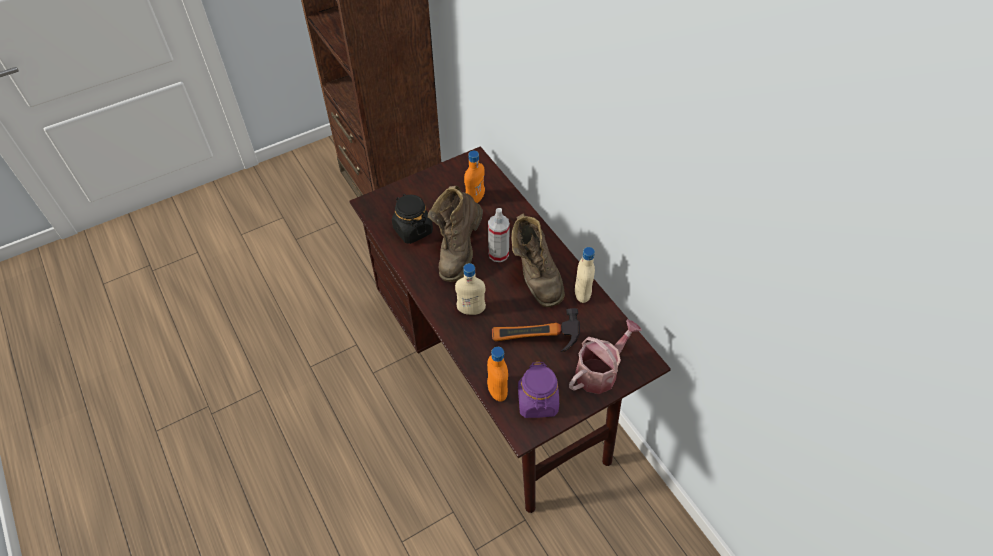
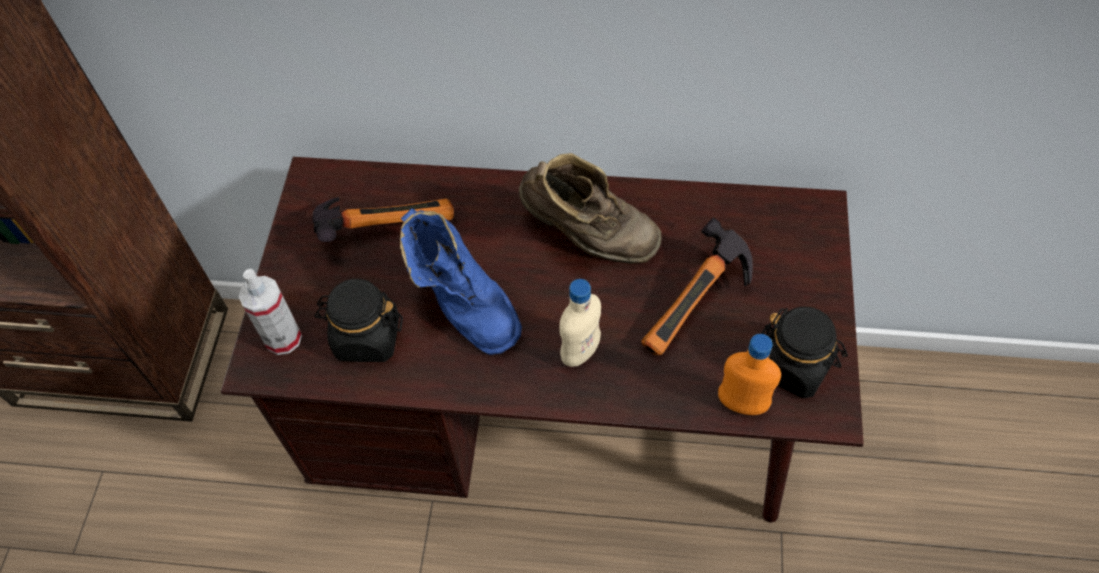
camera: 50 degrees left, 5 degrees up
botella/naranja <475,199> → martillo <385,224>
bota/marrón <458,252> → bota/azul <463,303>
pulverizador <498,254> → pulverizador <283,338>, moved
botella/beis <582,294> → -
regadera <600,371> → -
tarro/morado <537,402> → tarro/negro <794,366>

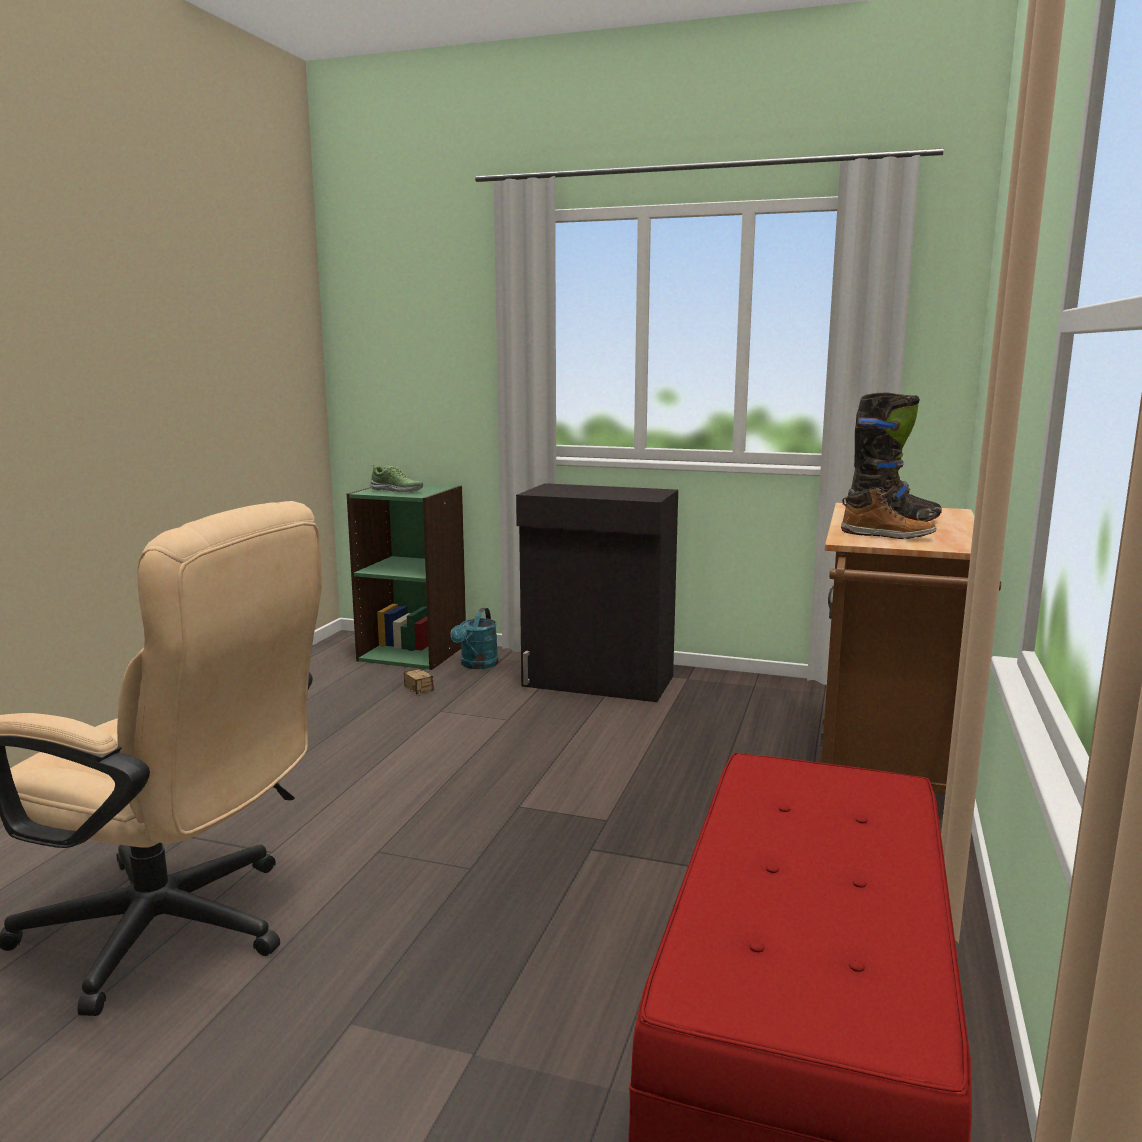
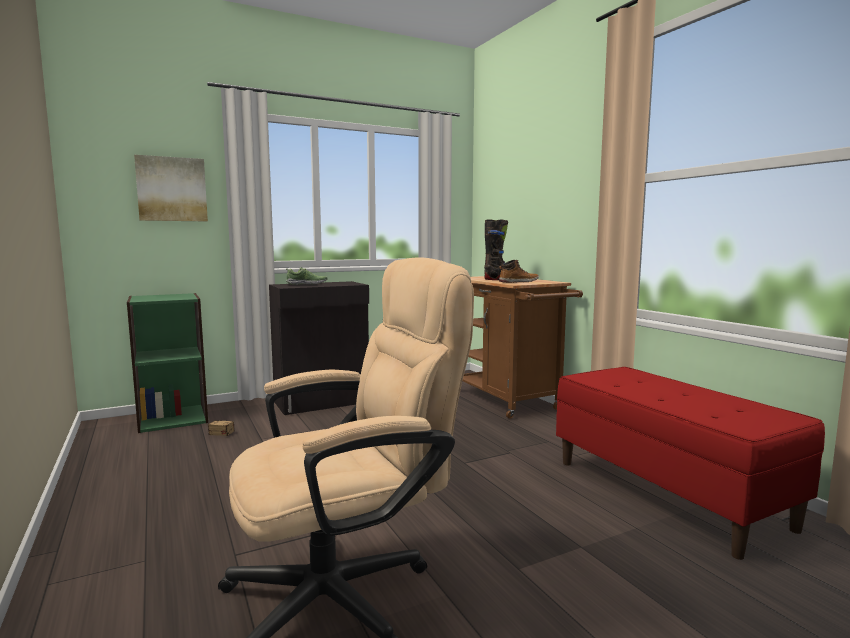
camera: 45 degrees left, 5 degrees down
zapato <397,491> → zapato <307,284>, moved
regadera/turquesa <477,665> → -
- → cuadro <172,189>

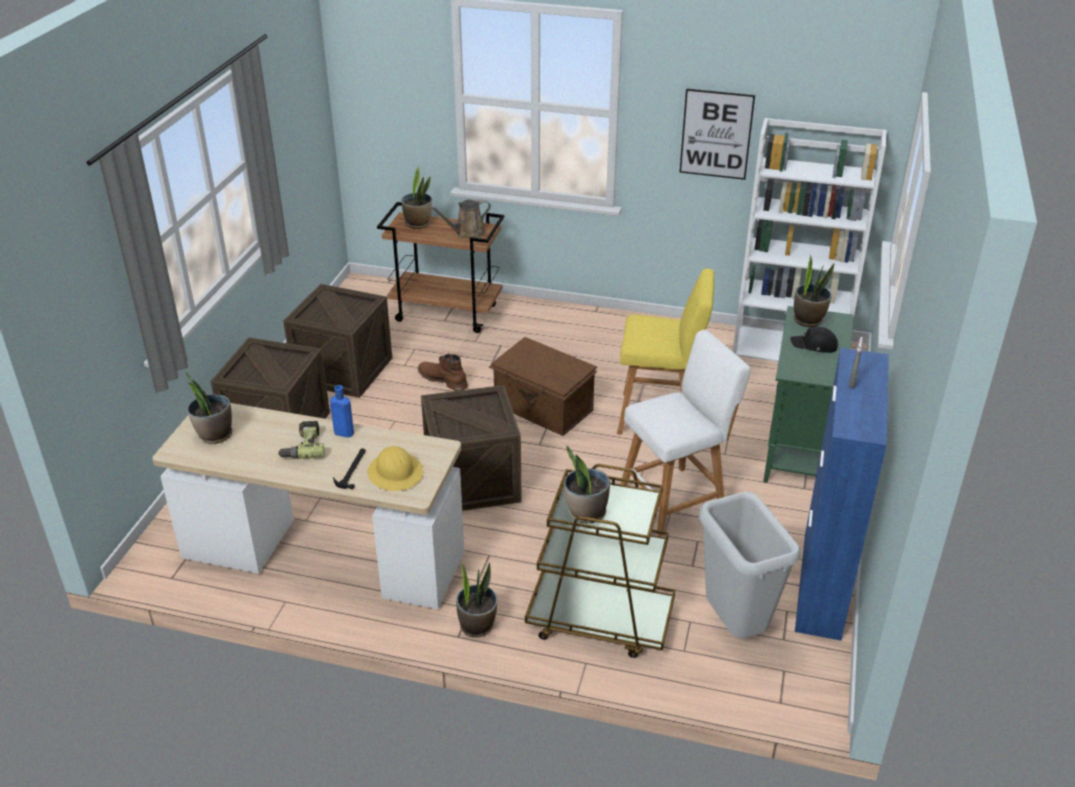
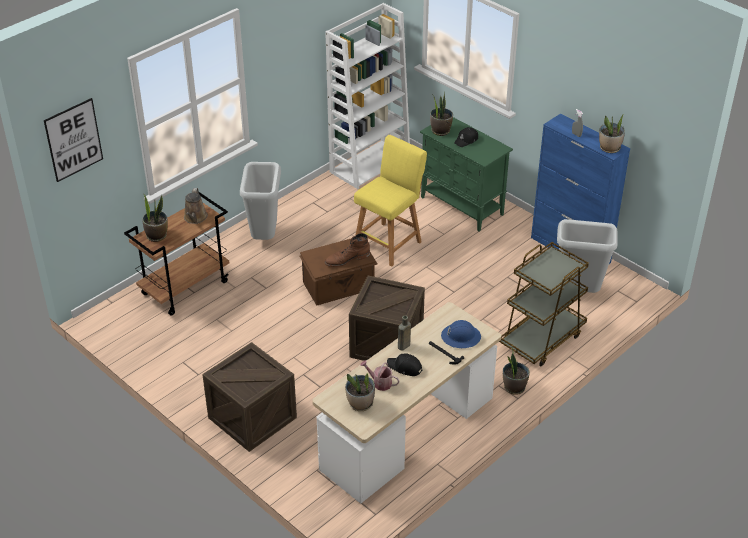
camera: 60 degrees left, 5 degrees up
cuadro <716,134> → cuadro <73,140>, moved
caja de embalaje <343,370> → -
taburete/blanco <676,499> → -
bota/marrón <442,379> → bota/marrón <347,259>, moved
botella/azul <342,432> → botella/marrón <403,346>
taladro <302,447> → gorra/negro <404,367>
casco/amarillo <395,473> → casco/azul <460,336>
planta en maceta <586,512> → planta en maceta <609,148>, moved
- → papelera/gris <264,237>
- → regadera <380,383>

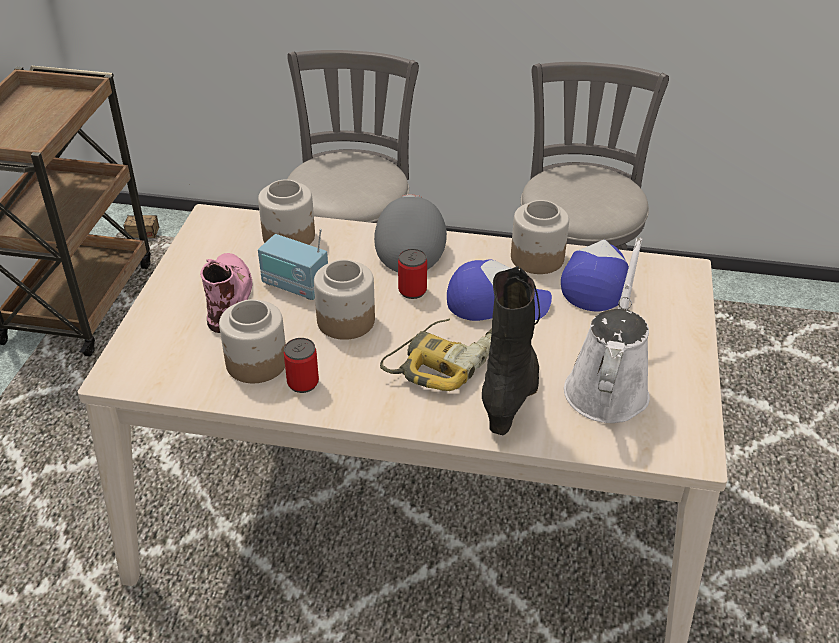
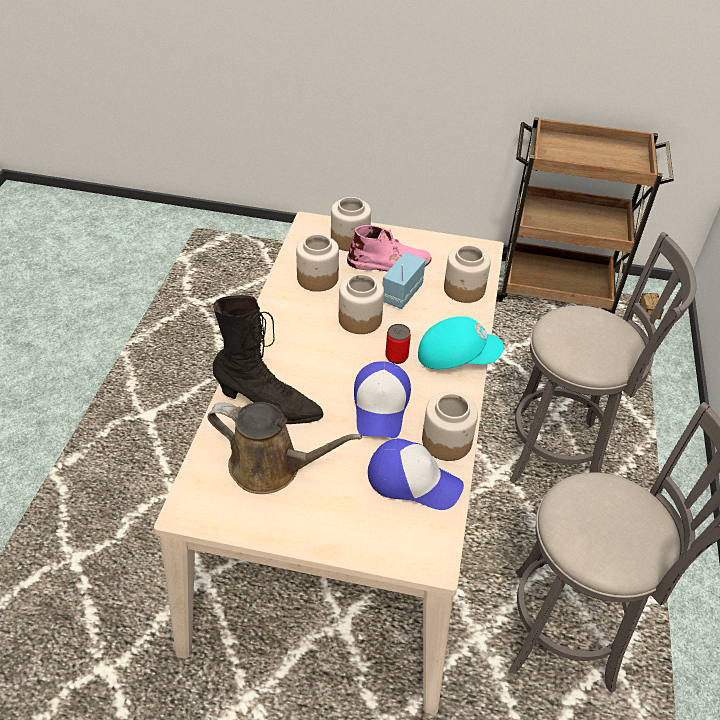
camera: 90 degrees right, 5 degrees up
gorra/gris <409,247> → gorra/turquesa <456,357>
regadera/blanco <607,386> → regadera/marrón <272,467>
taladro <445,360> → -
lata <303,383> → -
- → tarro <349,239>

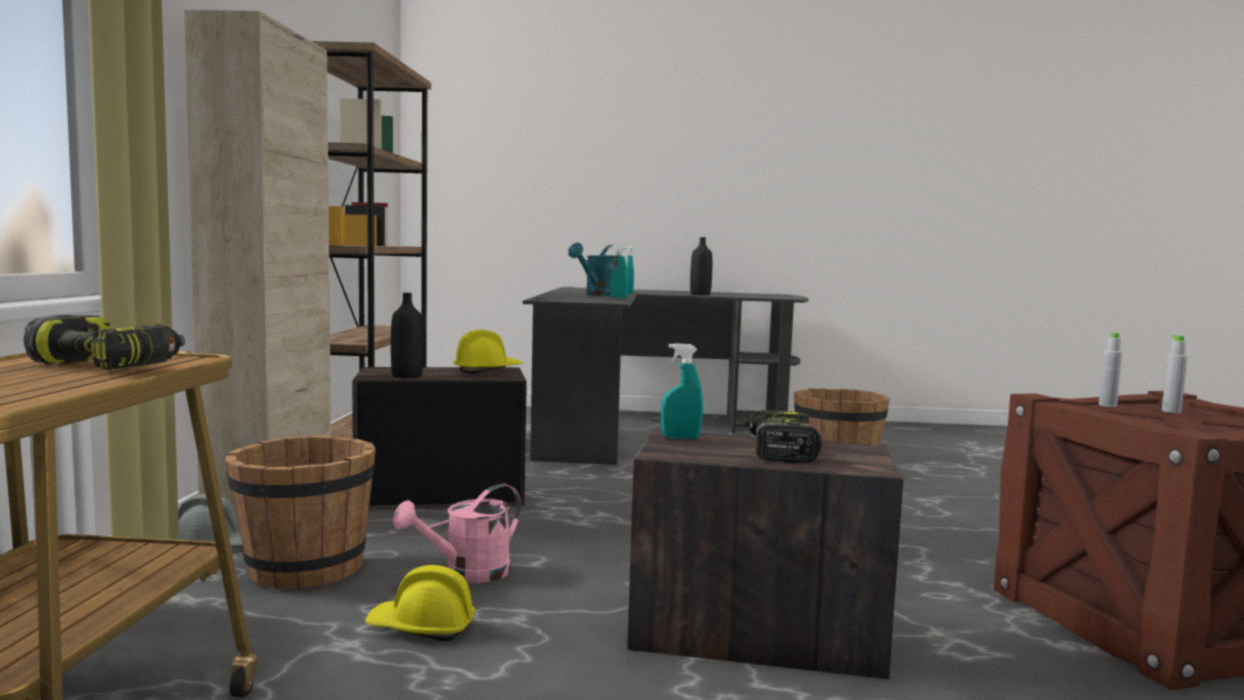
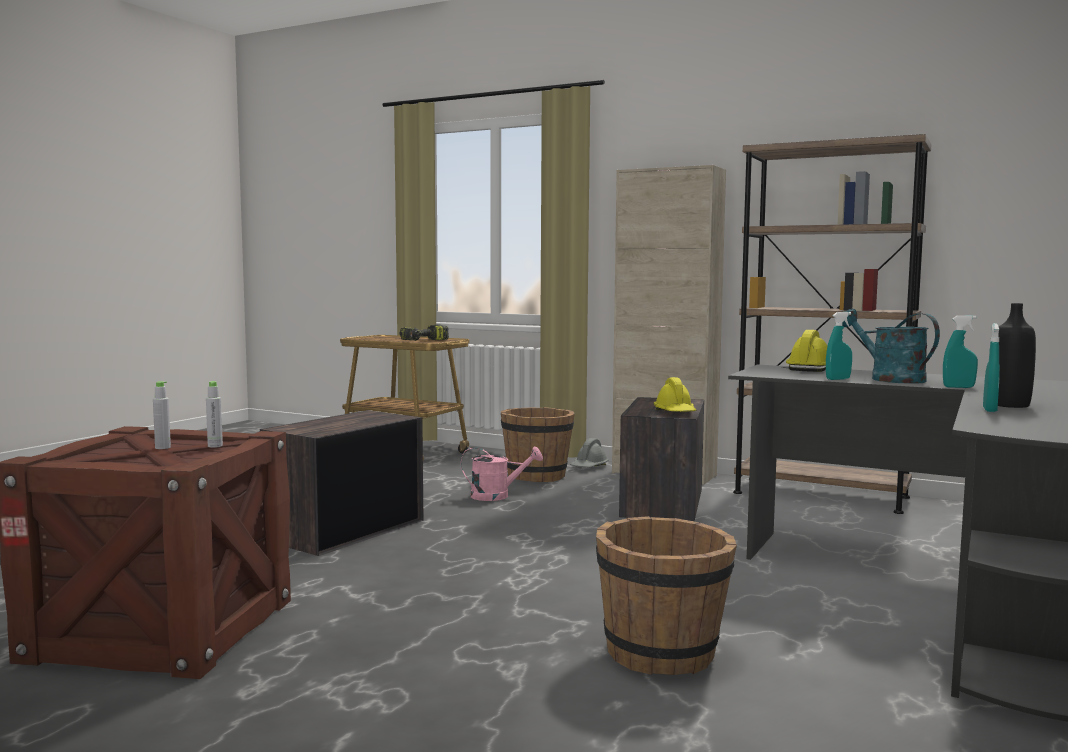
camera: 115 degrees right, 0 degrees up
botella/negro <407,376> → -
pulverizador/turquesa <680,438> → pulverizador/turquesa <989,410>, moved
taladro <778,450> → -
regadera/rosa <467,574> → regadera/rosa <497,496>, 105 degrees clockwise
casco/amarillo <421,628> → casco/amarillo <810,369>, moved

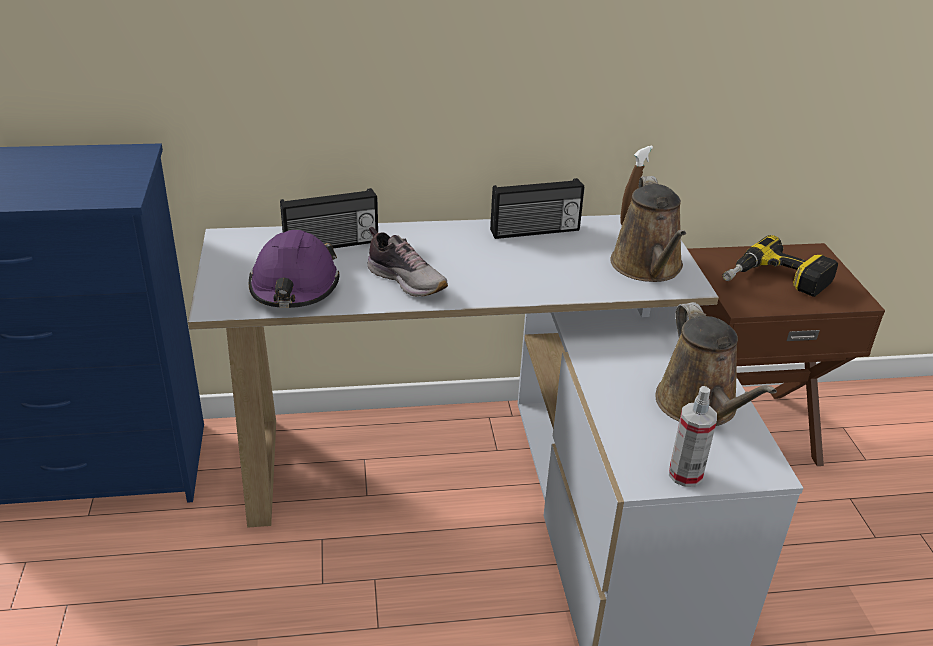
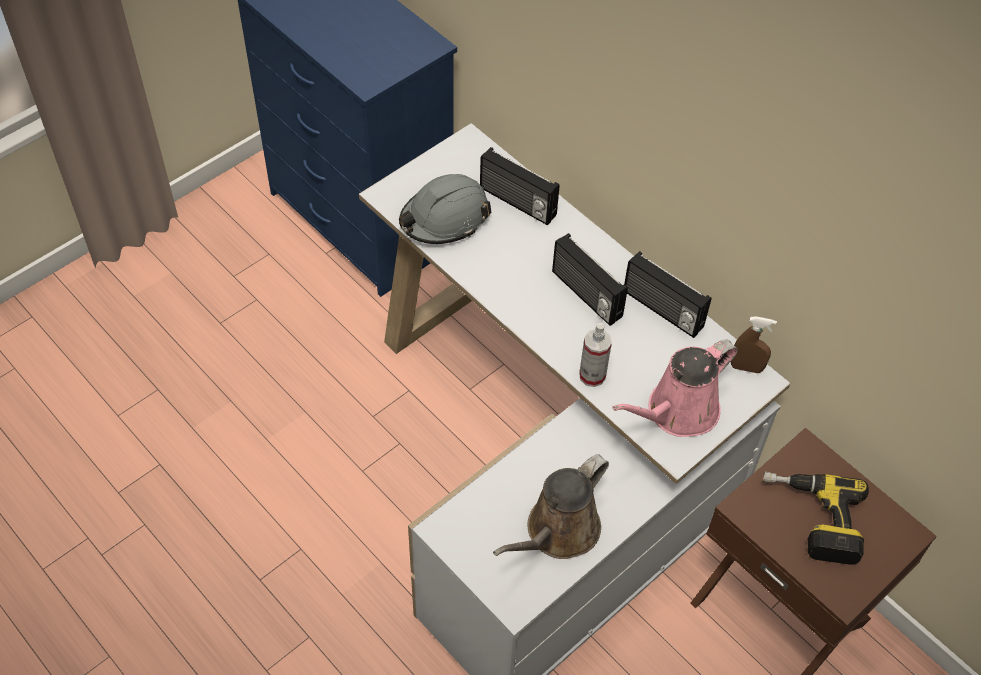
camera: 55 degrees right, 20 degrees up
regadera/marrón <648,267> → regadera/rosa <677,412>
zapato <407,280> → -
casco/morado <294,287> → casco/gris <444,218>
pulverizador <685,475> → pulverizador <592,375>, moved
- → radio <585,295>

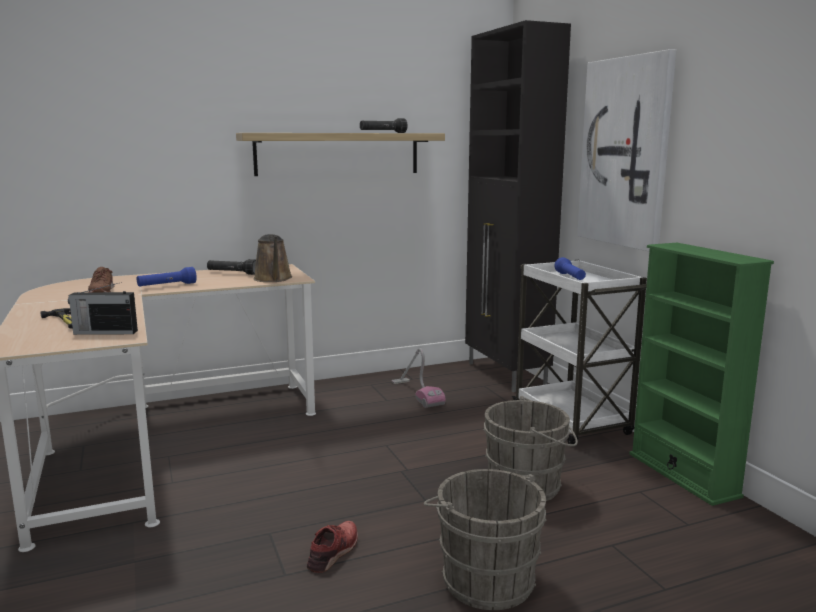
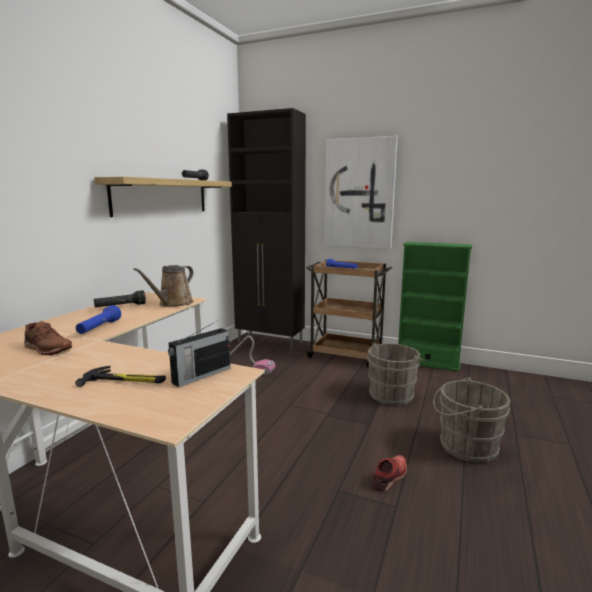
camera: 45 degrees left, 0 degrees up
regadera/marrón <273,279> → regadera/marrón <173,303>, 90 degrees clockwise
carrito/blanco <572,421> → carrito/marrón <346,355>
zapato/rojo <334,552> → zapato/rojo <390,477>, 60 degrees clockwise

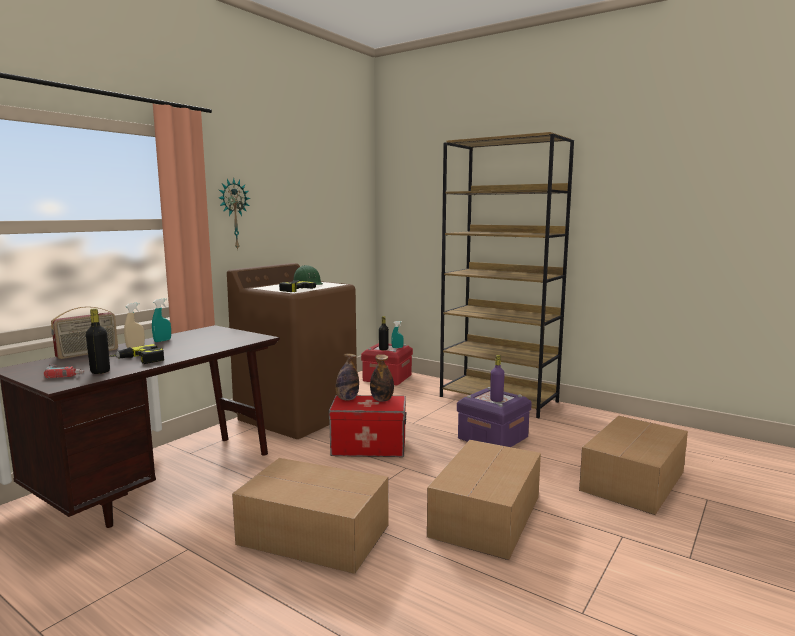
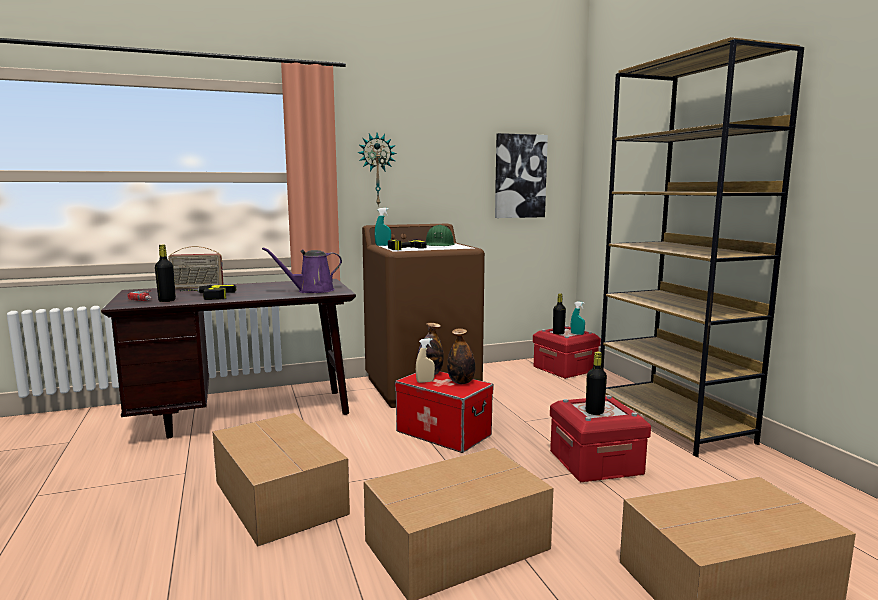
camera: 35 degrees right, 0 degrees up
pulverizador/turquesa <162,341> → pulverizador/turquesa <383,245>, moved
pulverizador/beis <135,347> → pulverizador/beis <425,381>, moved
botella/morado <496,400> → botella/negro <594,412>
caja de almacenaje/morado <492,438> → caja de almacenaje/rojo <595,463>
- → cuadro <520,176>
- → regadera/morado <312,291>

